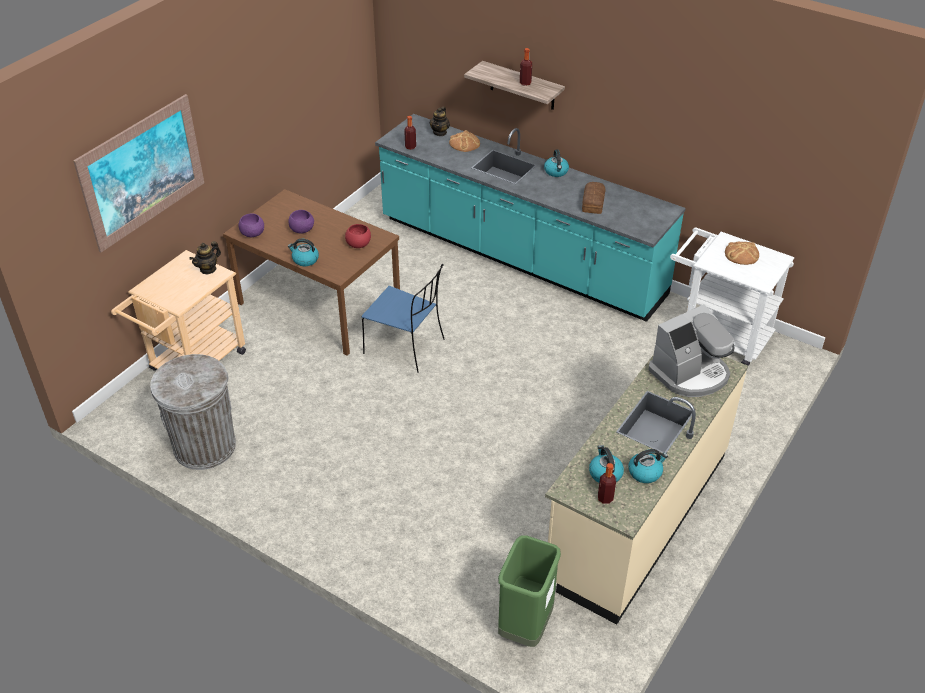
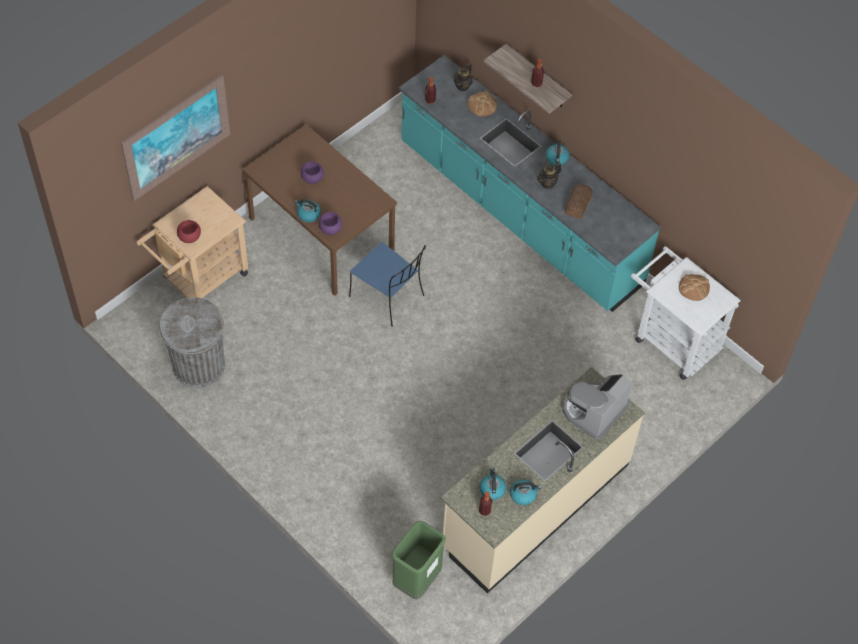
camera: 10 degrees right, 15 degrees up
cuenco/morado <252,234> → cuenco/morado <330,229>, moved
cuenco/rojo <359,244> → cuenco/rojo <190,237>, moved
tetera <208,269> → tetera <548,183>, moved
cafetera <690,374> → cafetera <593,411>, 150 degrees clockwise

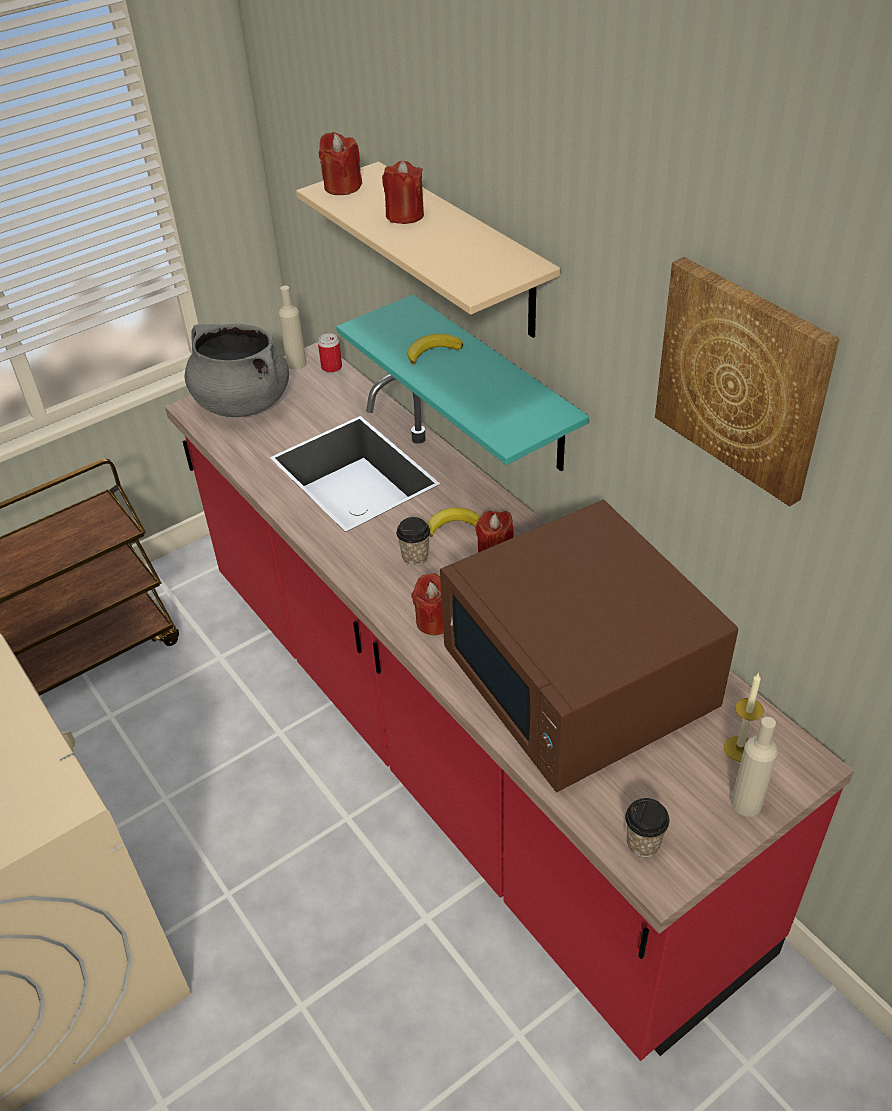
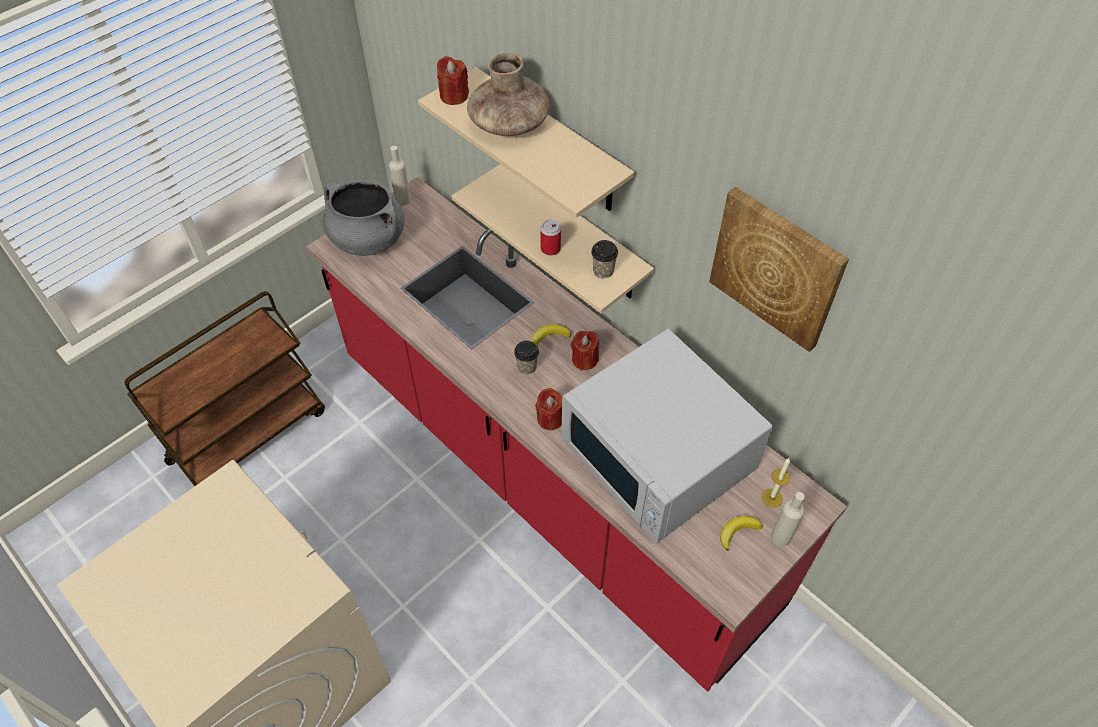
camera: 10 degrees left, 10 degrees up
vela/rojo <405,215> → florero/marrón <509,124>
estante/turquesa <494,385> → estante/beis <575,234>
lata <331,367> → lata <550,249>, moved
plátano <432,351> → plátano <738,532>, moved
microondas/marrón <579,681> → microondas/blanco <658,457>
taza <643,843> → taza <603,271>, moved

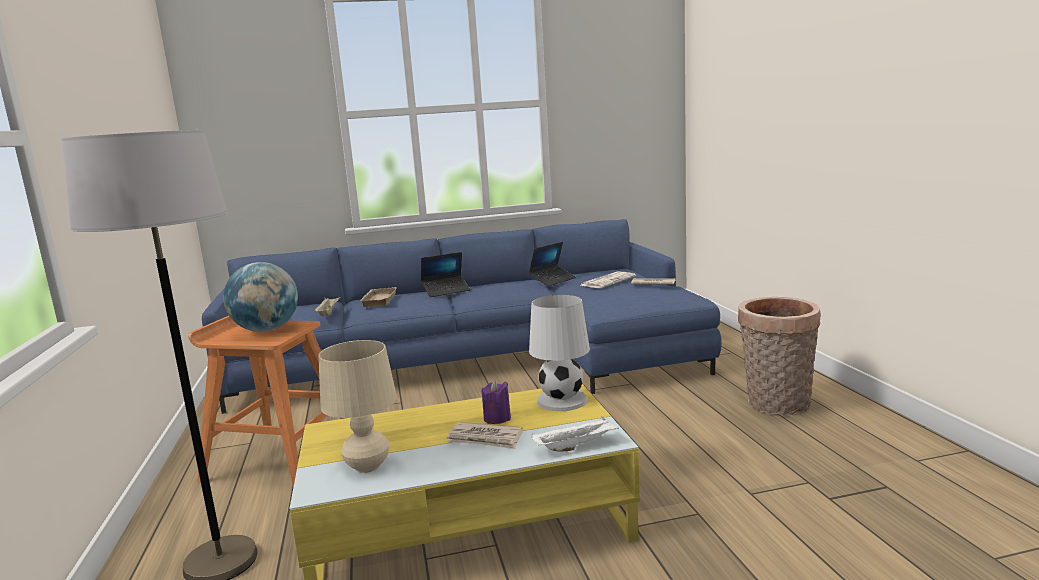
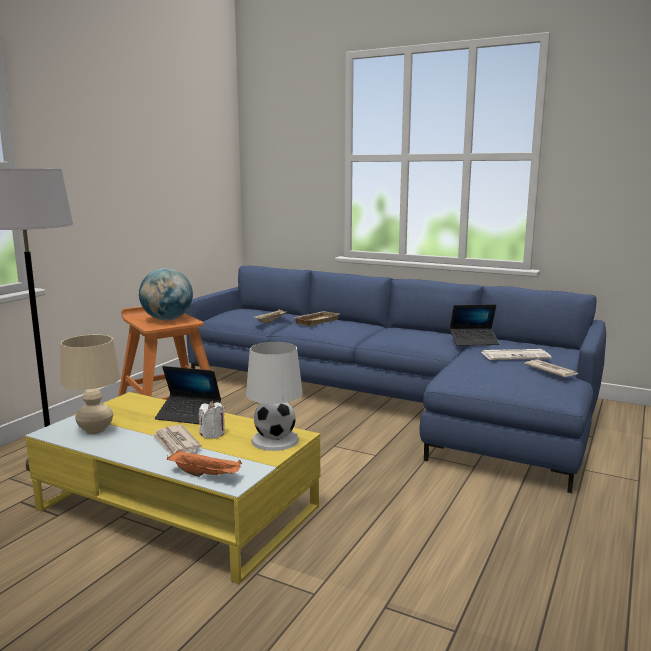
camera: 40 degrees right, 0 degrees up
portátil <446,291> → portátil <188,415>, moved
cesta <776,405> → -
vela/morado <497,418> → vela/blanco <212,434>
bandeja/blanco <576,446> → bandeja/naranja <206,475>

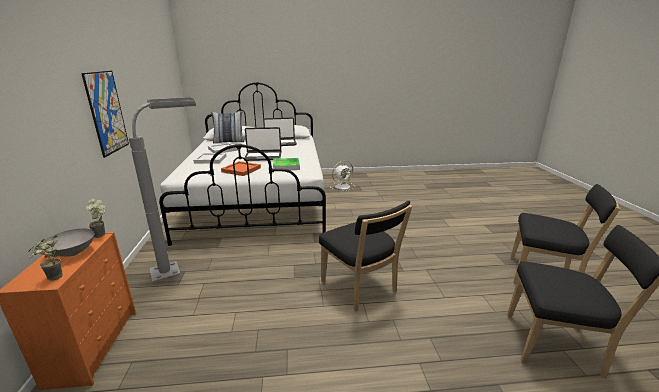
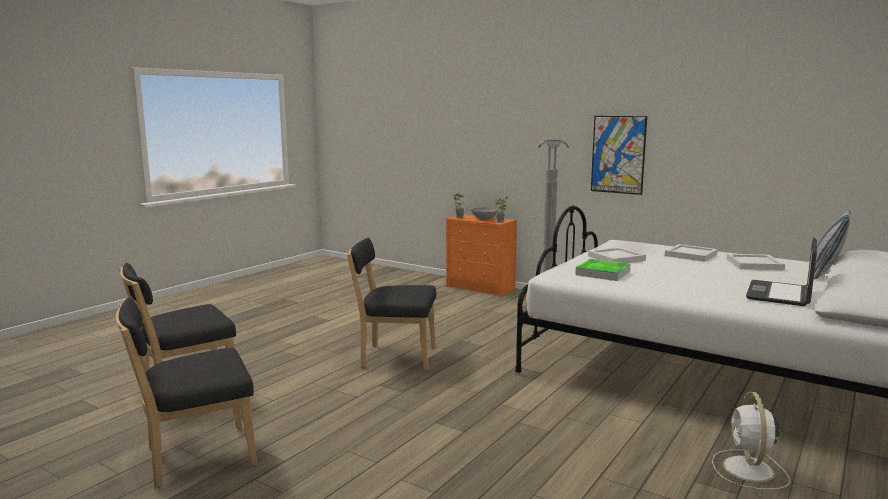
camera: 130 degrees right, 10 degrees down
portátil <263,157> → -
bandeja/naranja <241,170> → bandeja/blanco <615,258>

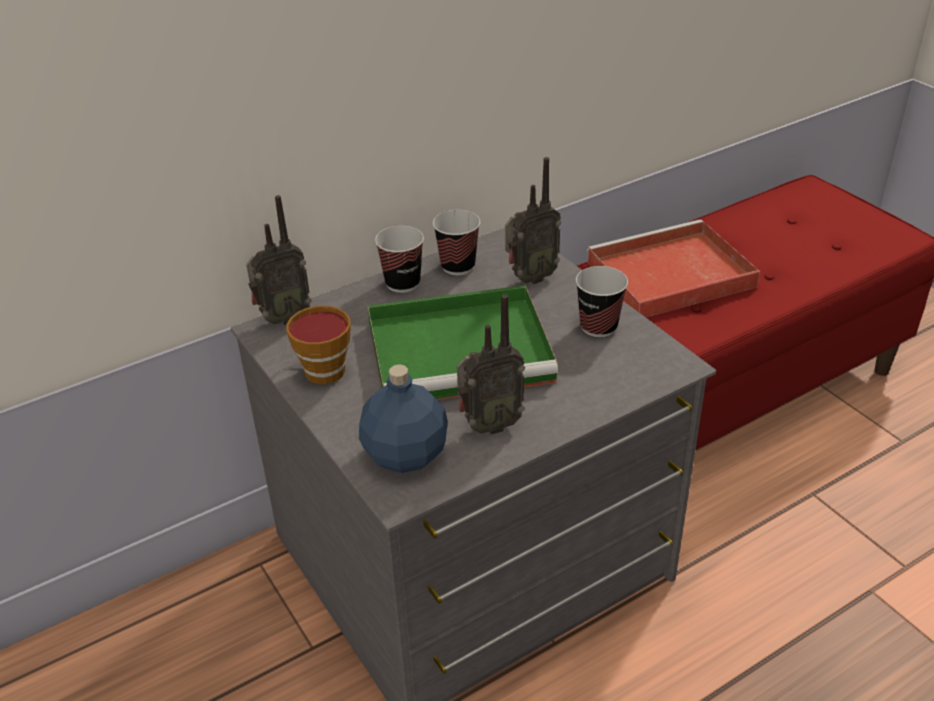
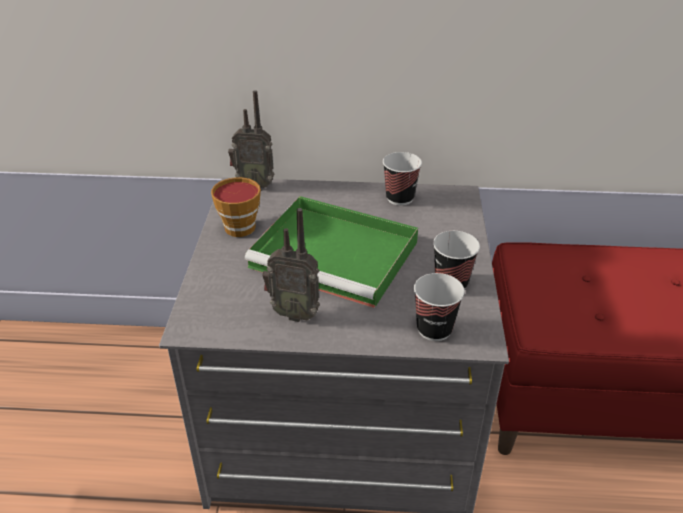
camera: 35 degrees right, 0 degrees up
radio <529,278> → -
bandeja/rojo <668,276> → -
taza <402,283> → taza <434,329>, moved
botella/azul <405,455> → -

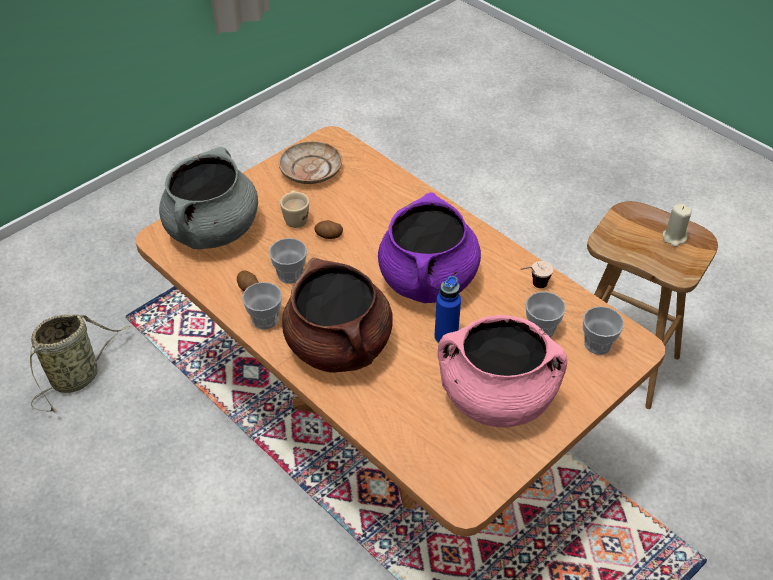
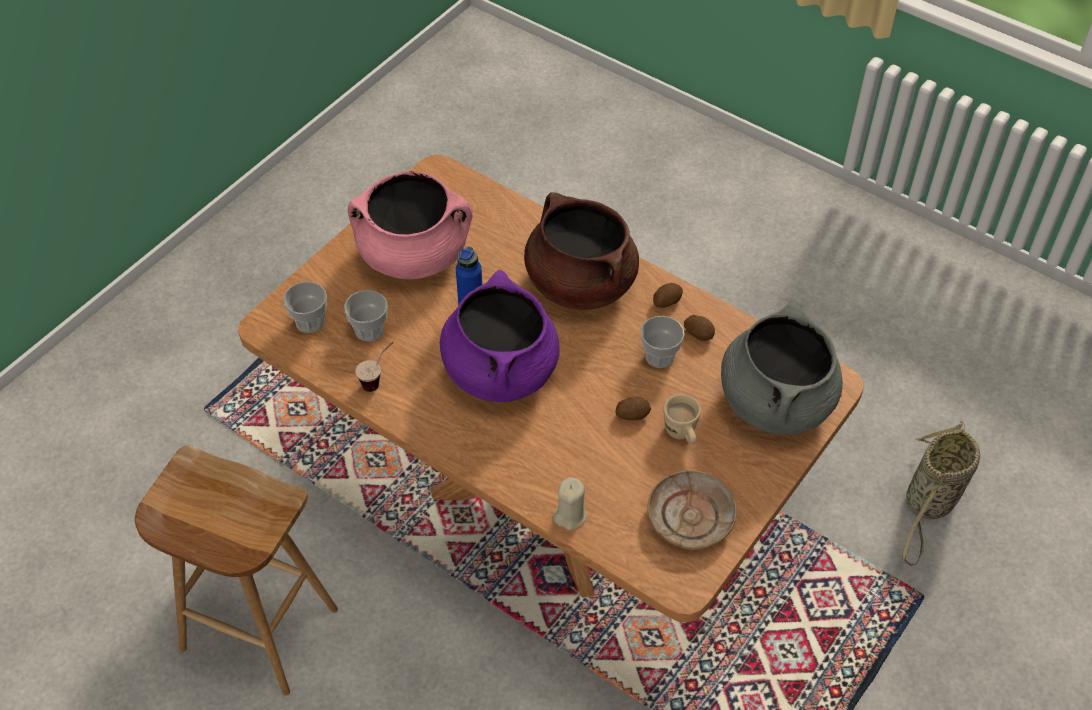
camera: 170 degrees right, 5 degrees up
vela/beis <674,237> → vela/beis <570,515>, moved
taza <265,319> → patata <666,301>

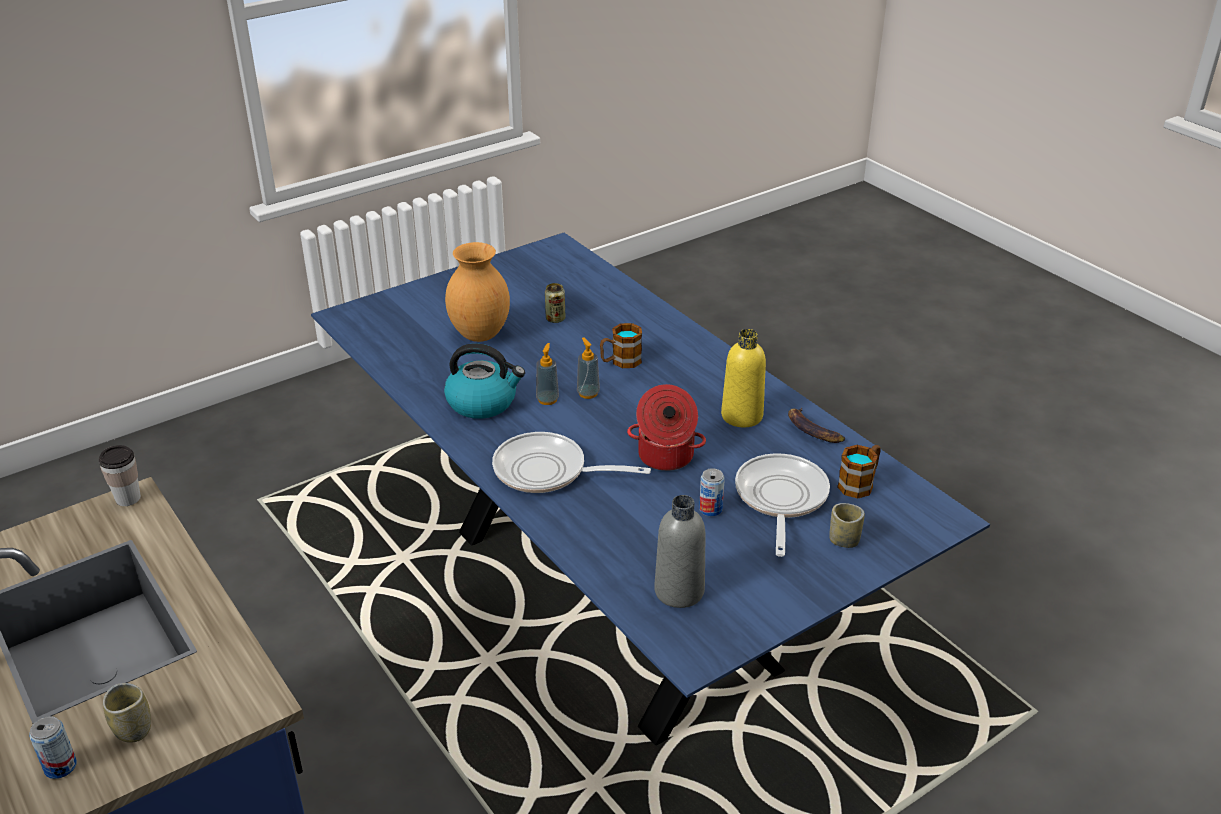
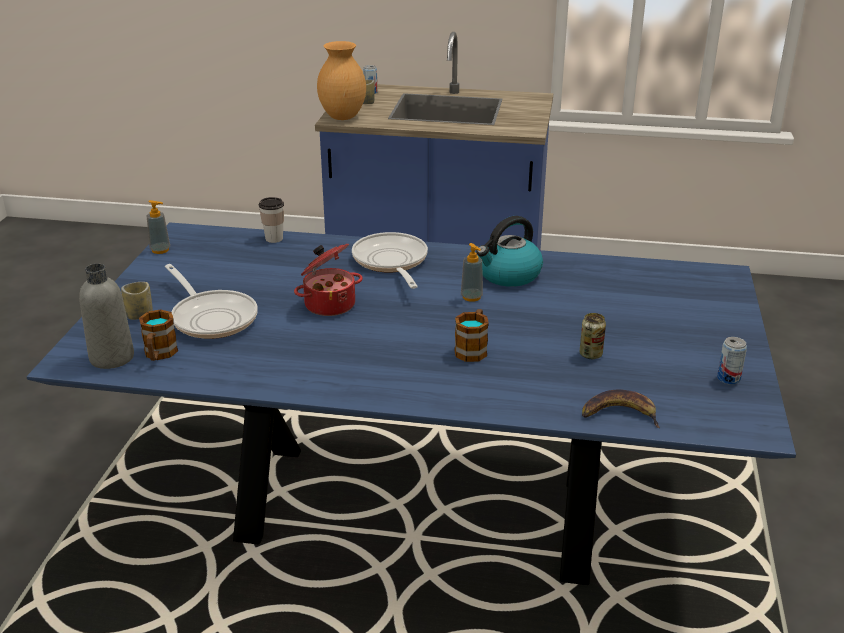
camera: 135 degrees right, 5 degrees down
florero/marrón <479,335> → florero/marrón <343,117>, moved
botella/amarillo <742,416> → -
dispensador de jabón <588,393> → dispensador de jabón <160,250>, moved
plátano <812,430> → plátano <620,414>, moved
sartén <548,472> → sartén <391,262>, 75 degrees counterclockwise
taza <128,498> → taza <274,239>, moved
lata <710,509> → lata <728,378>, moved
botella/gris <679,591> → botella/gris <112,357>, moved

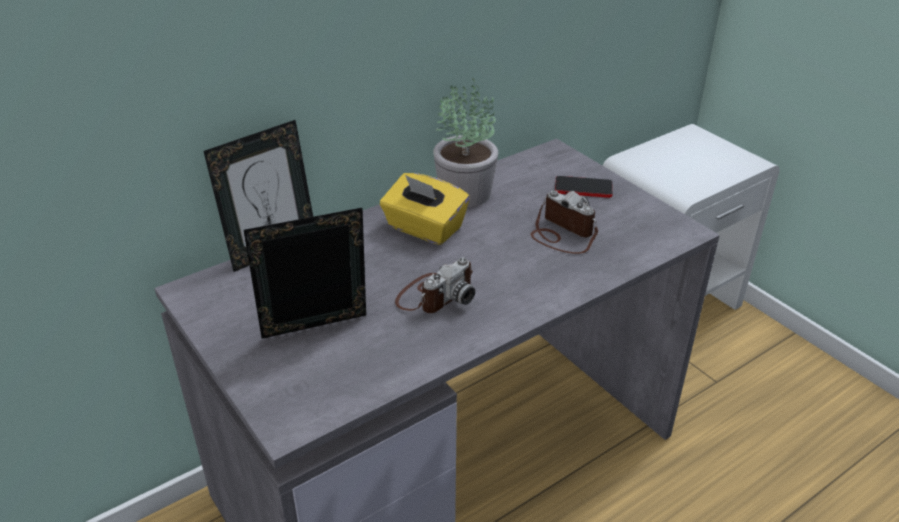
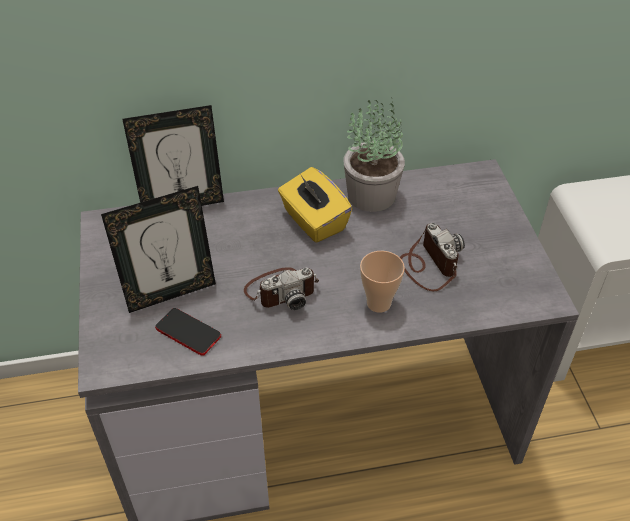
camera: 25 degrees right, 10 degrees up
móvil <583,188> → móvil <188,332>, moved
portarretratos <316,332> → portarretratos <170,293>, 150 degrees clockwise
- → taza <378,303>

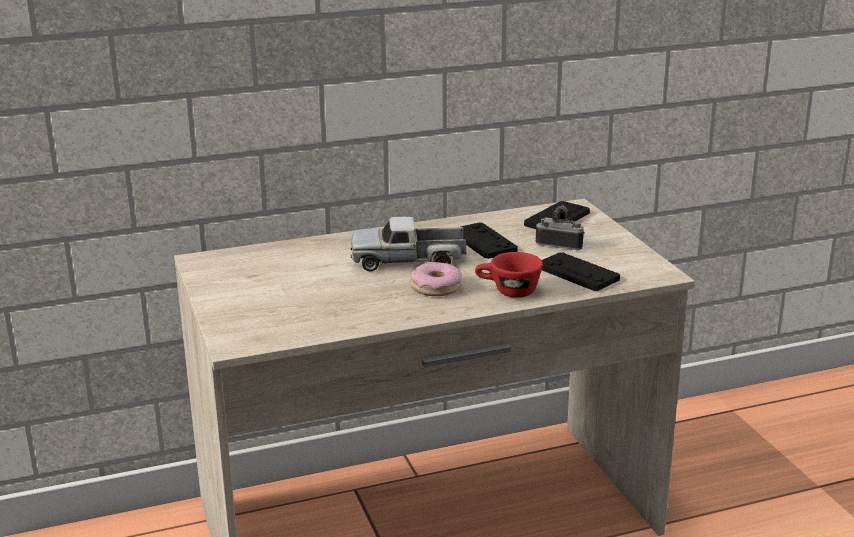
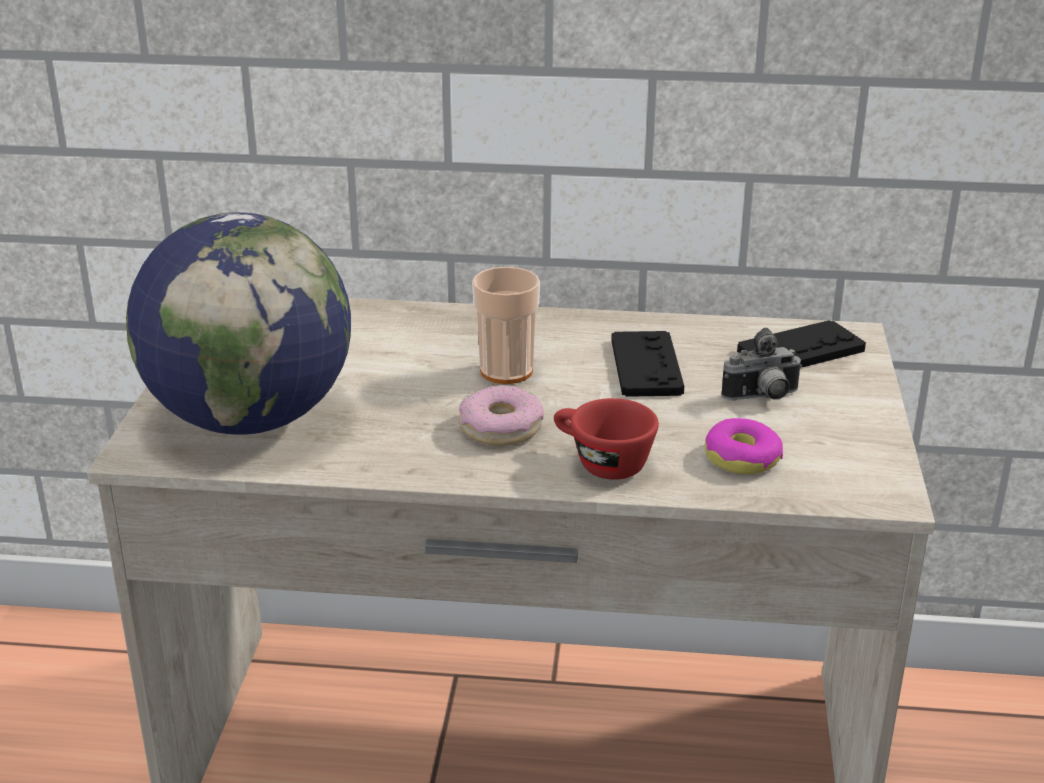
camera: 25 degrees right, 5 degrees up
cámara <560,244> → cámara <762,398>, 120 degrees clockwise
camión de juguete <408,260> → taza <506,371>
mando de consola/negro <577,273> → rosquilla <742,458>
- → globo terráqueo <250,419>

